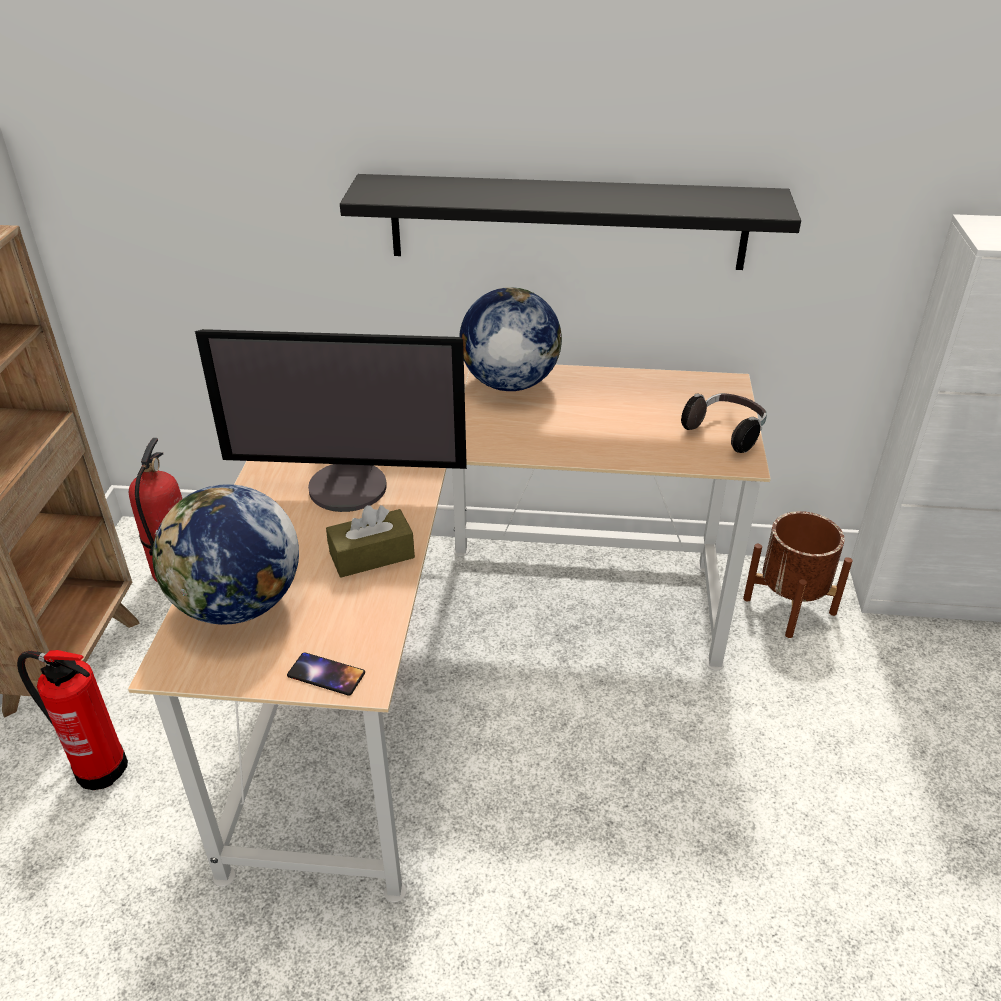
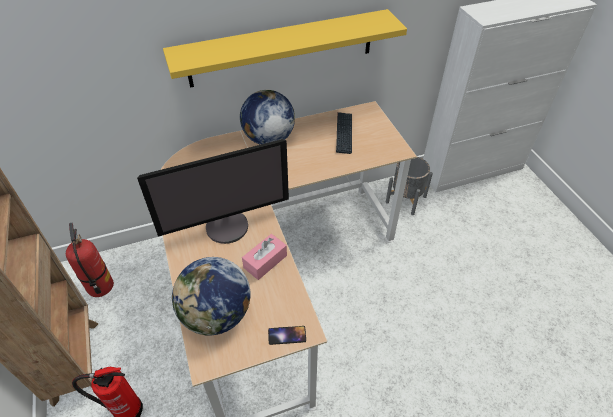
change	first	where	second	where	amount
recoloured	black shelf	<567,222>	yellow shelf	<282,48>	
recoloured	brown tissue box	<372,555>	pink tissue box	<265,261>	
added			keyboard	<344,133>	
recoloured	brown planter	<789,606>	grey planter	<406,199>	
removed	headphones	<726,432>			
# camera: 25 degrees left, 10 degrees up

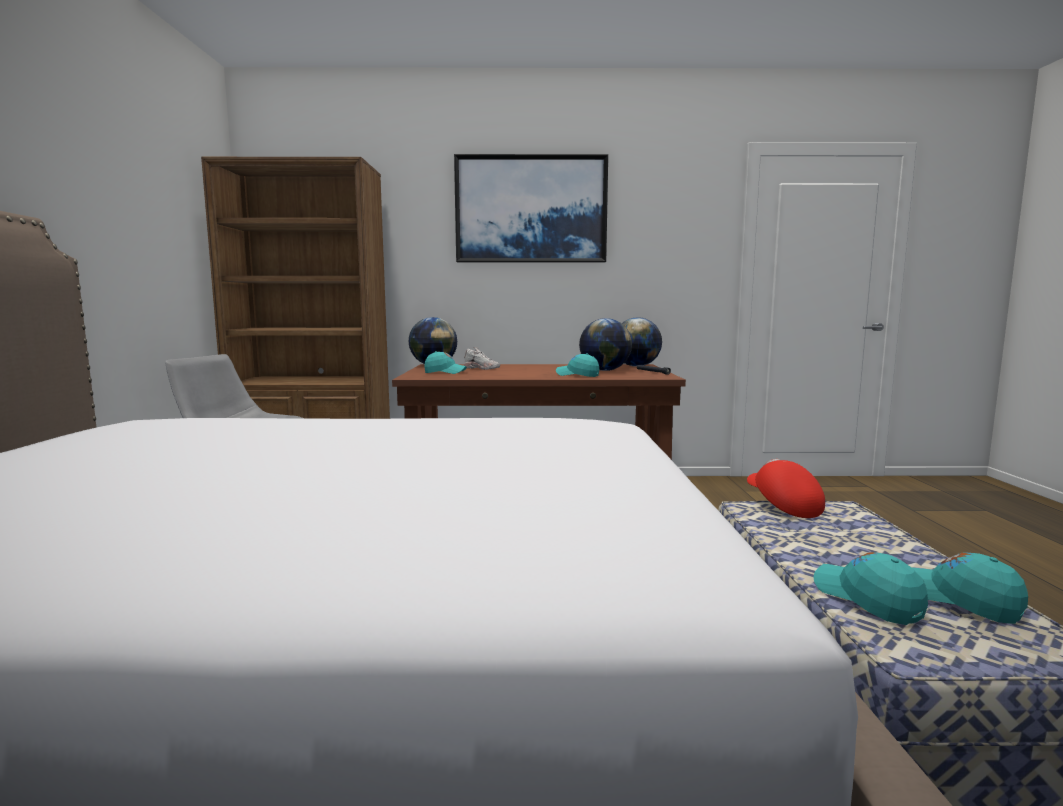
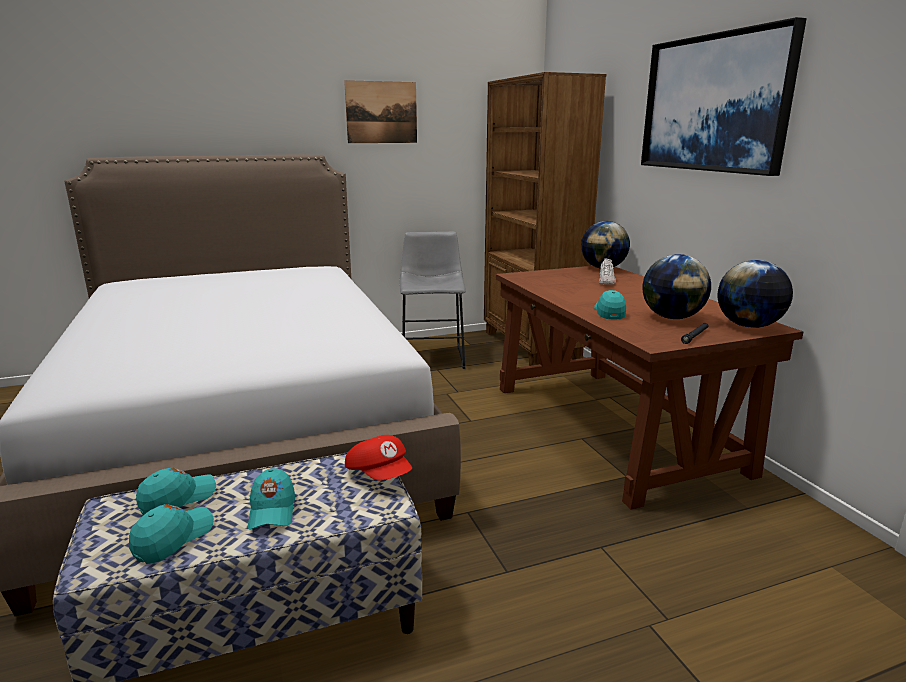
change	first	where	second	where	amount
moved	turquoise cap	<445,372>		<272,511>	
added			picture	<381,112>	
turned	red cap	<782,505>		<380,474>	90 degrees clockwise
# camera: 70 degrees right, 10 degrees up

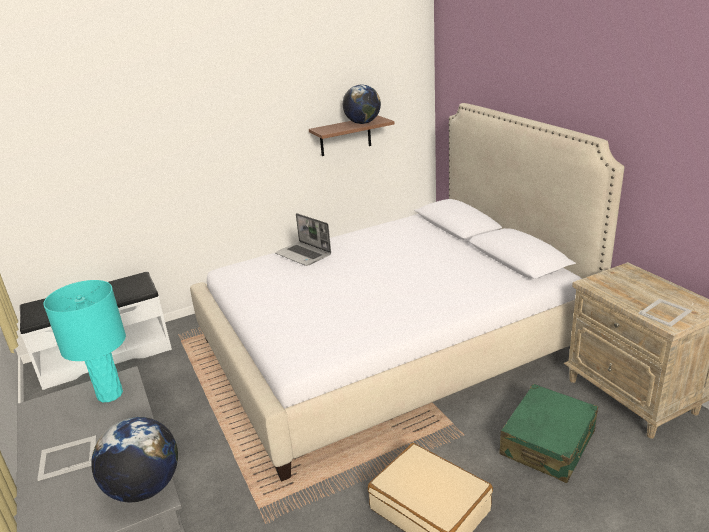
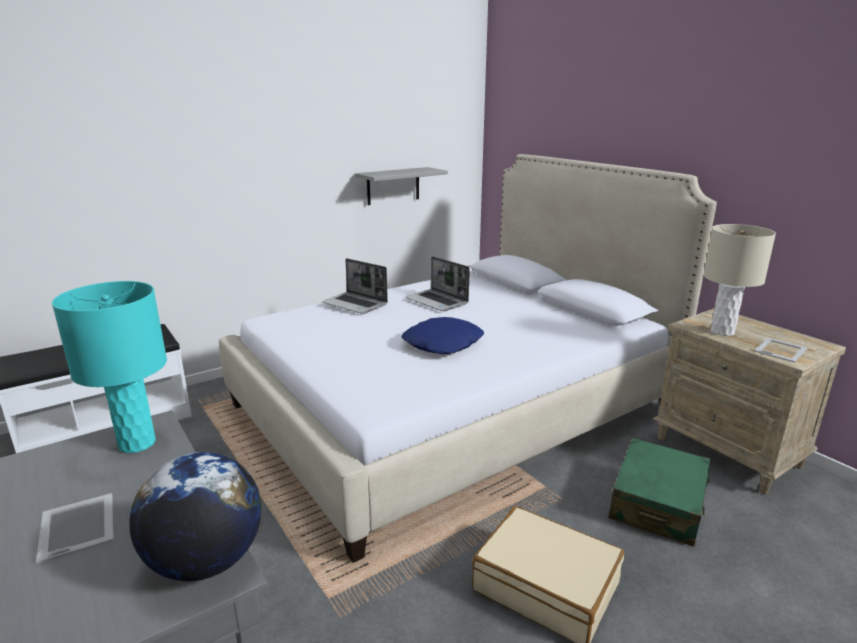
change	first	where	second	where	amount
turned	picture frame	<67,457>		<78,525>	90 degrees clockwise
recoloured	brown shelf	<345,136>	grey shelf	<393,186>	
added			blue pillow	<443,343>	
added			laptop	<437,301>	
added			beige table lamp	<722,331>	
removed	globe	<362,123>			
# camera: 10 degrees left, 5 degrees down

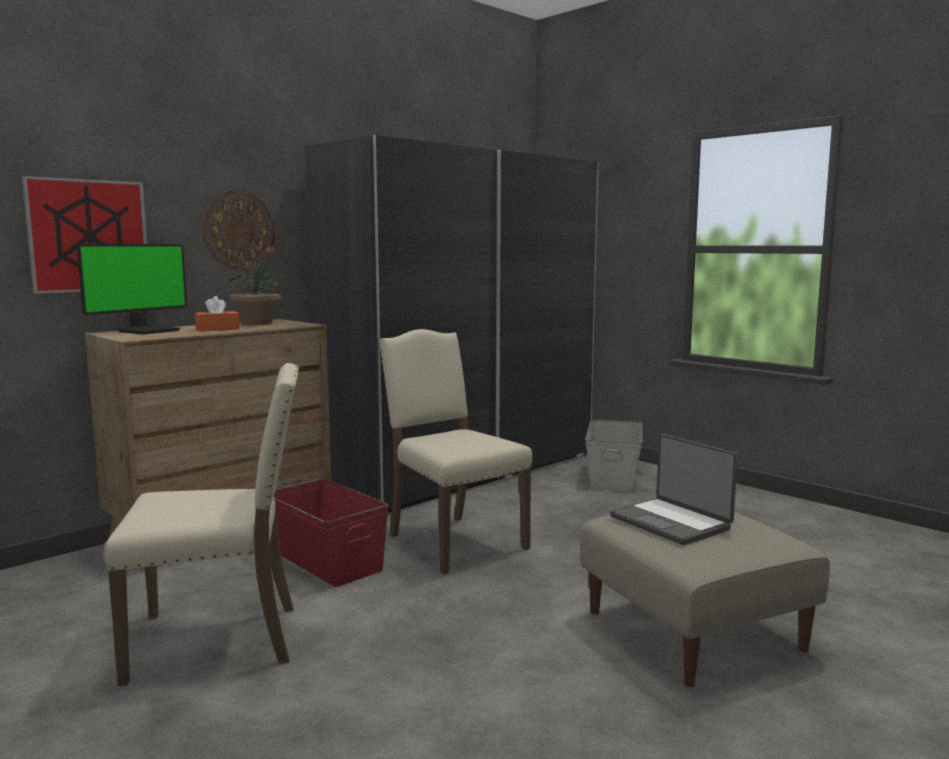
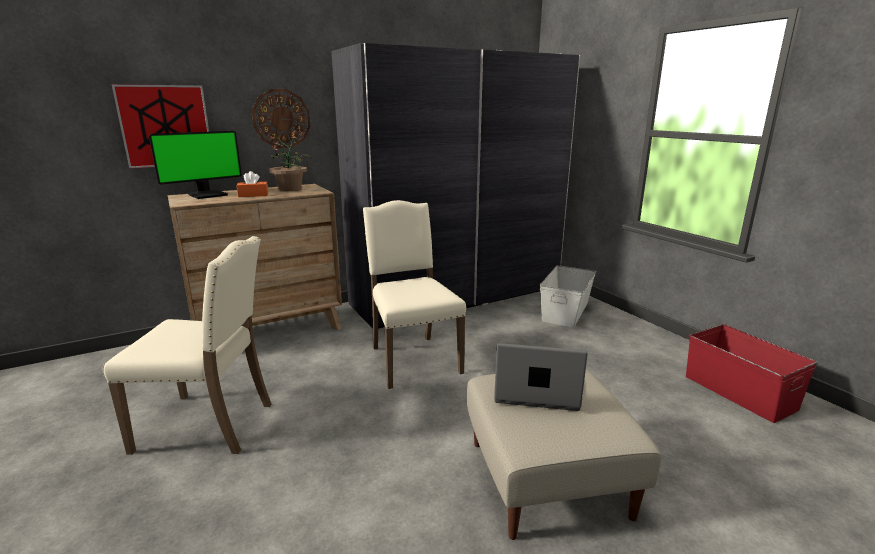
change	first	where	second	where	amount
turned	laptop	<671,522>		<535,392>	120 degrees clockwise
moved	red storage box	<327,560>		<739,392>	
# camera: 15 degrees right, 10 degrees up

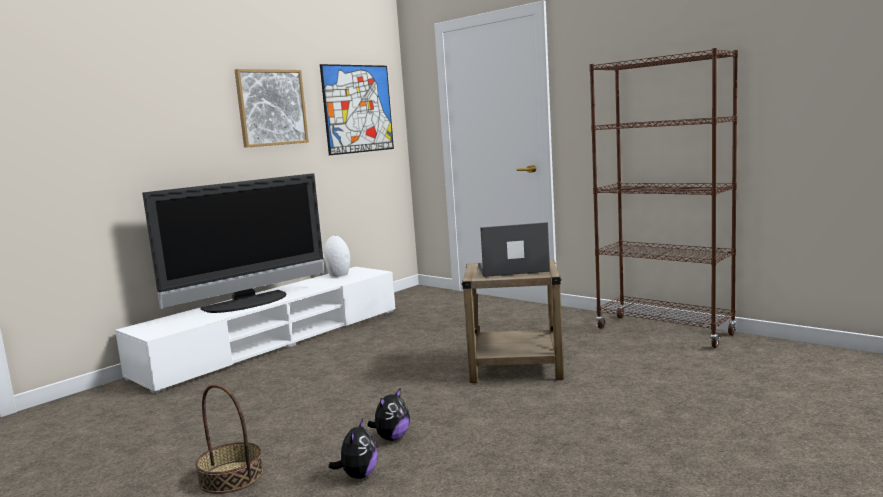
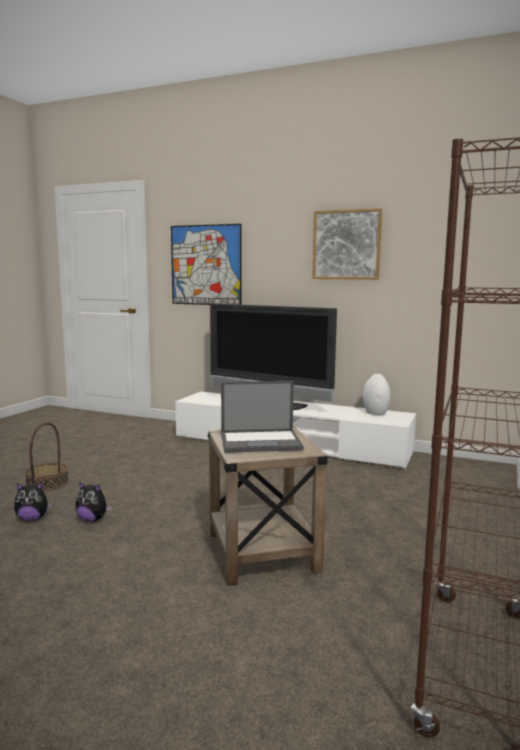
change	first	where	second	where	amount
moved	picture	<358,109>		<206,265>	
turned	laptop	<511,269>		<261,441>	105 degrees clockwise
# camera: 70 degrees right, 0 degrees up

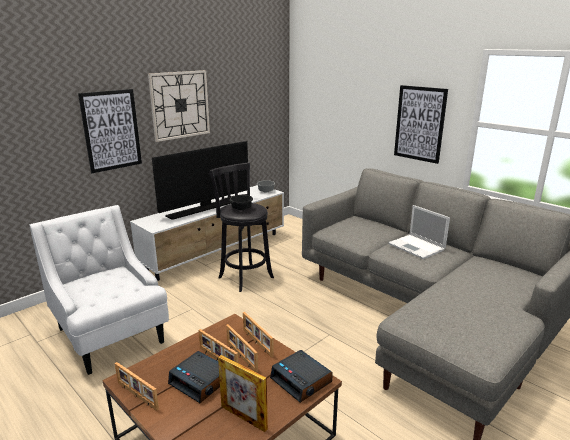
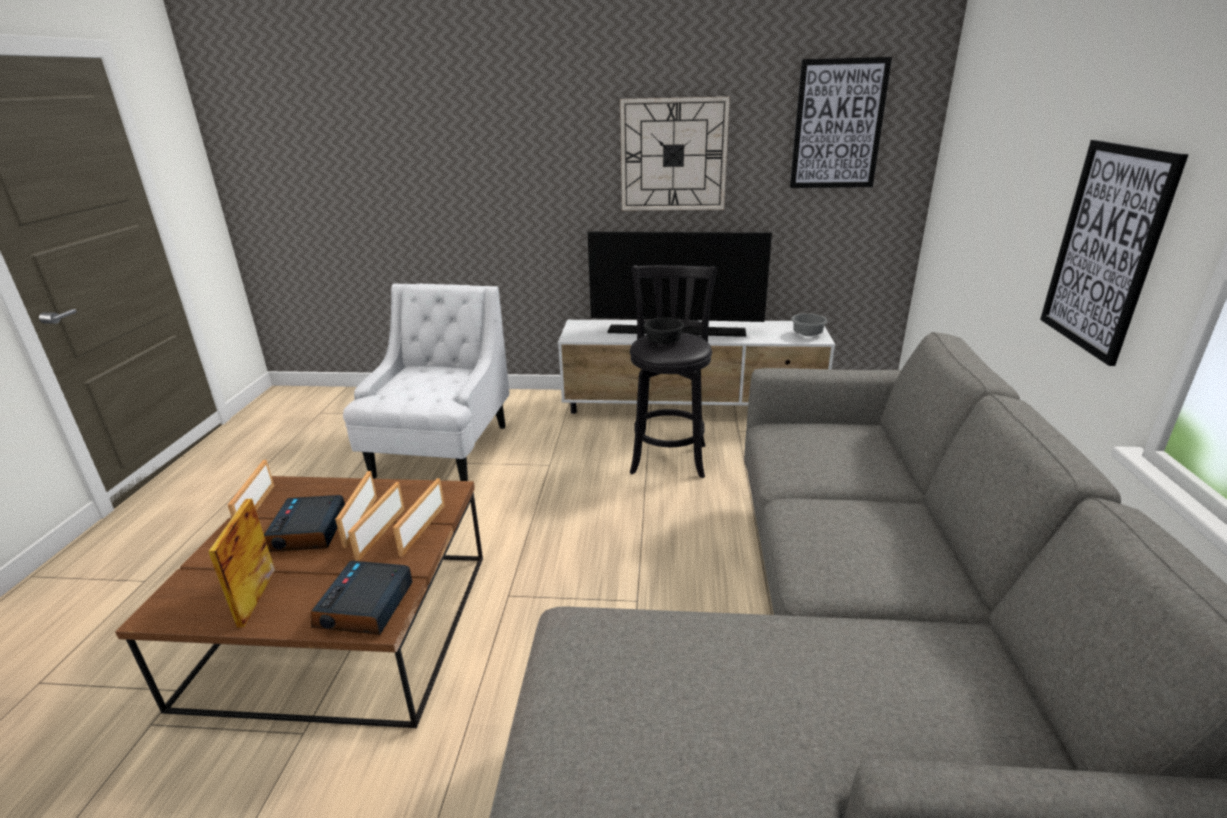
change	first	where	second	where	amount
moved	picture	<111,130>		<838,125>	
removed	laptop	<417,247>			
# camera: 50 degrees right, 5 degrees up

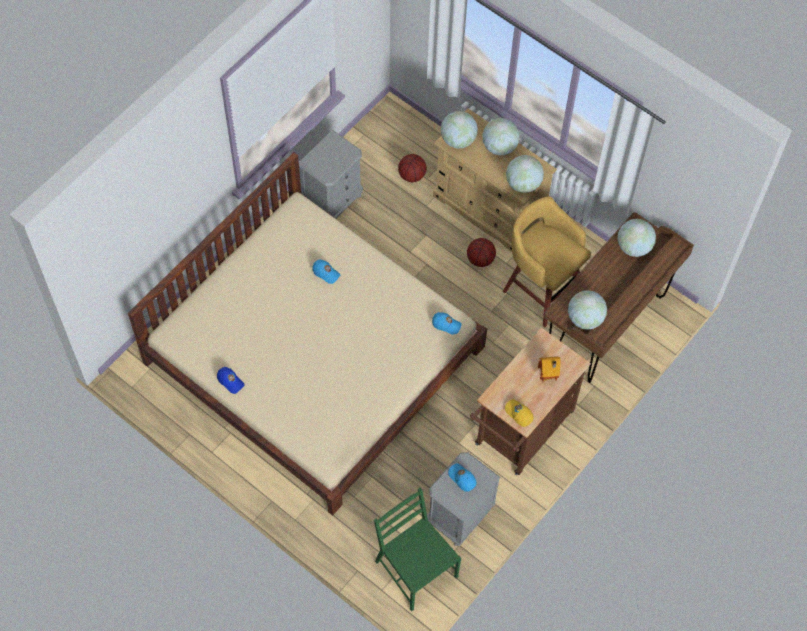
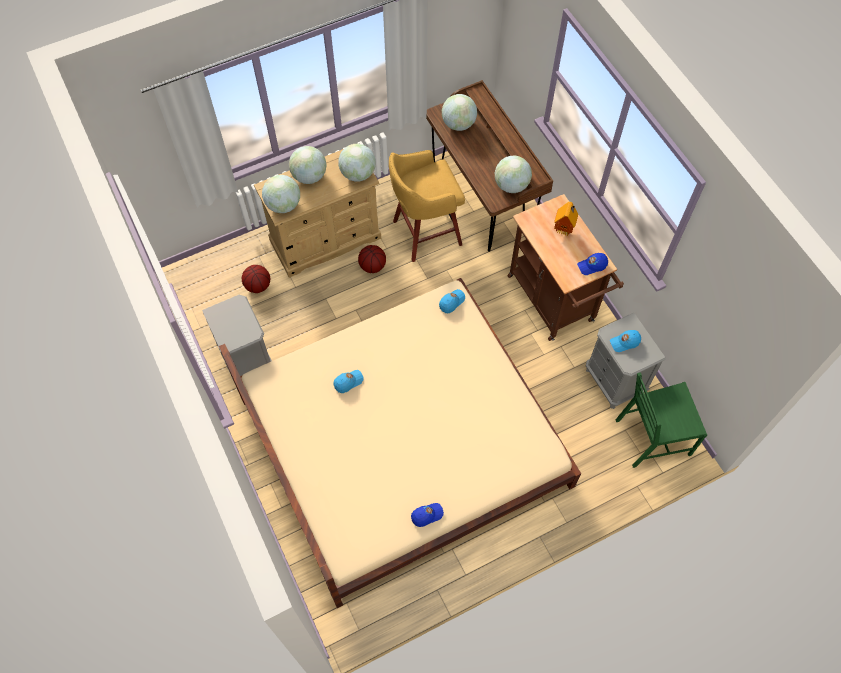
change	first	where	second	where	amount
recoloured	yellow cap	<519,414>	blue cap	<592,266>	
# camera: 65 degrees left, 0 degrees up

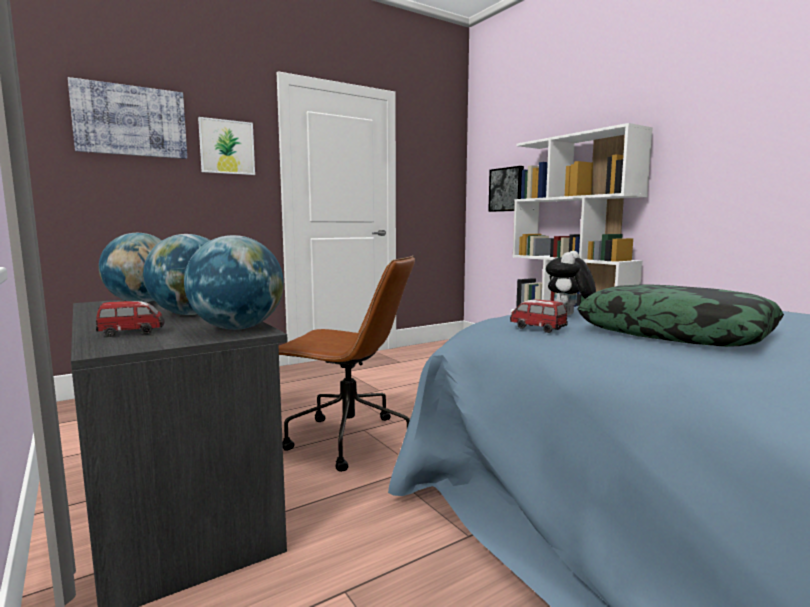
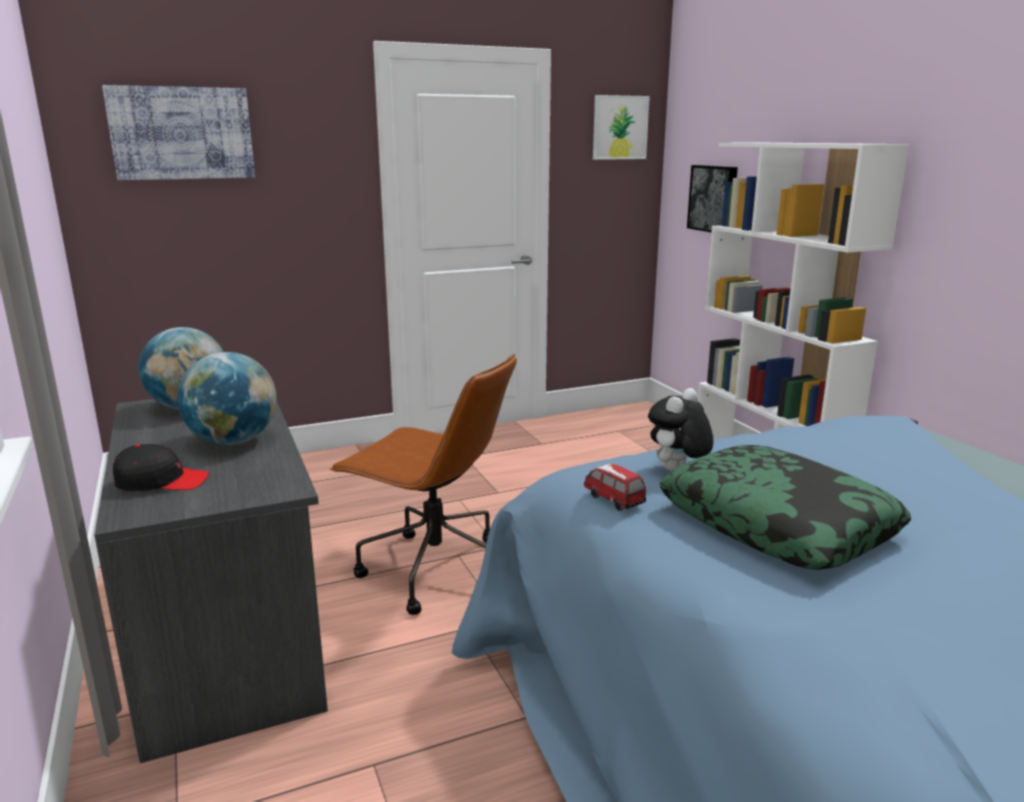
change	first	where	second	where	amount
replaced	toy car	<132,333>	black cap	<162,481>	
moved	picture	<227,147>		<620,127>	
removed	globe	<238,328>			
# camera: 10 degrees right, 10 degrees up

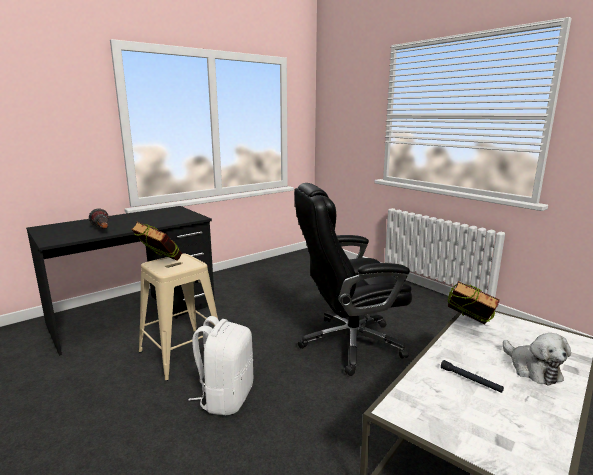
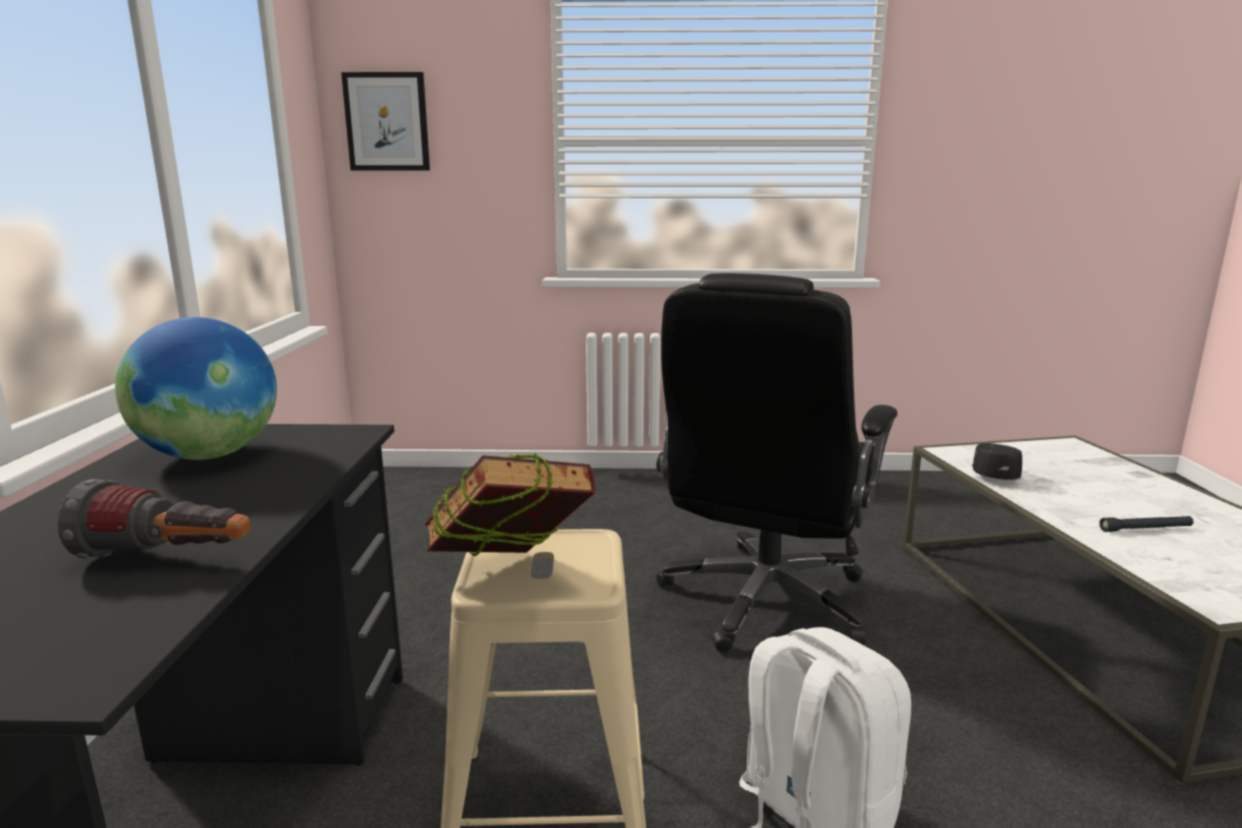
change	first	where	second	where	amount
added			globe	<209,455>	
added			picture	<387,122>	
replaced	book	<468,327>	black cap	<993,473>	
removed	plush toy	<532,369>			
# camera: 50 degrees left, 0 degrees up

